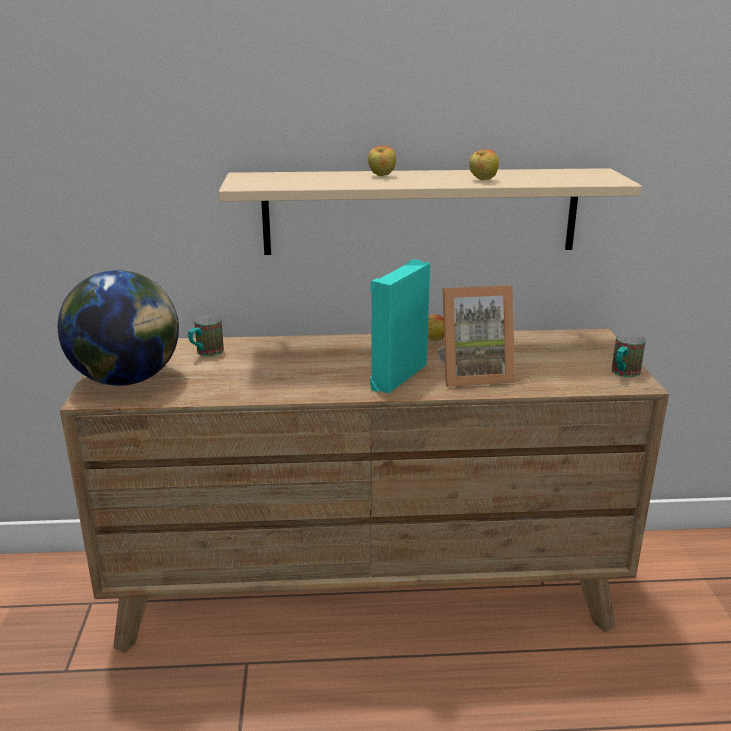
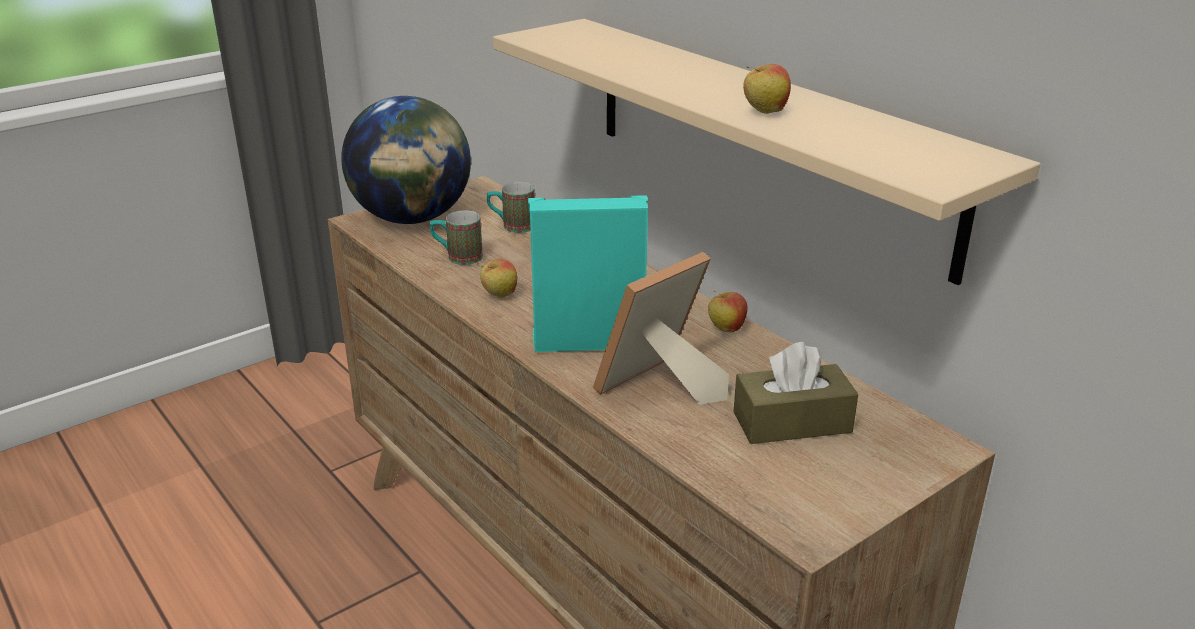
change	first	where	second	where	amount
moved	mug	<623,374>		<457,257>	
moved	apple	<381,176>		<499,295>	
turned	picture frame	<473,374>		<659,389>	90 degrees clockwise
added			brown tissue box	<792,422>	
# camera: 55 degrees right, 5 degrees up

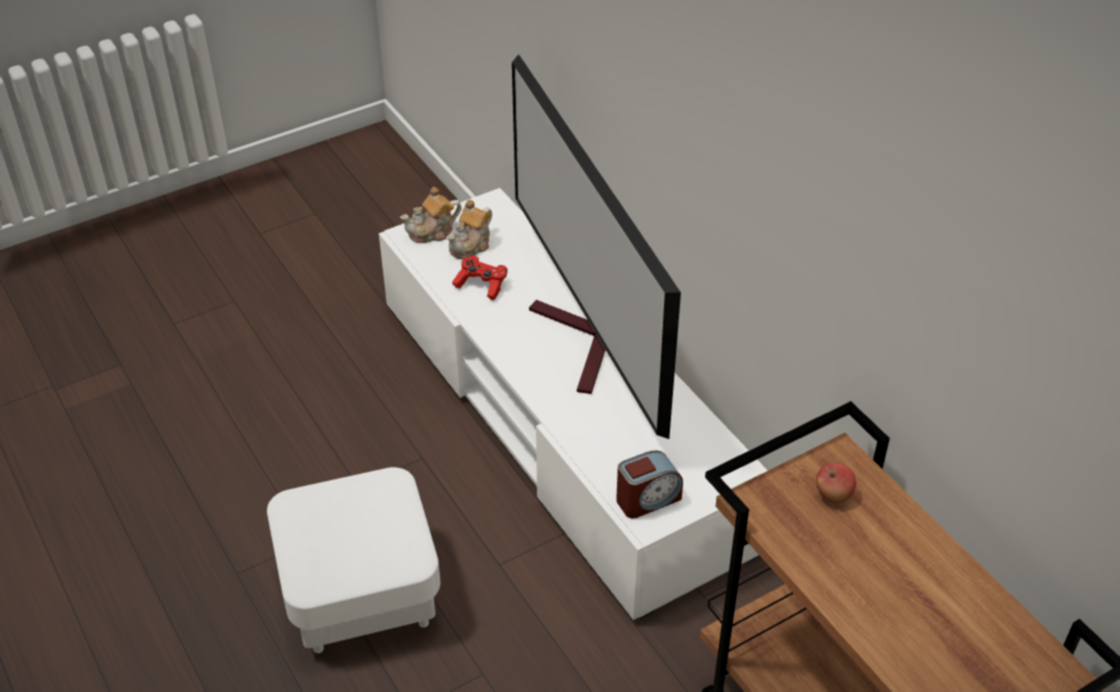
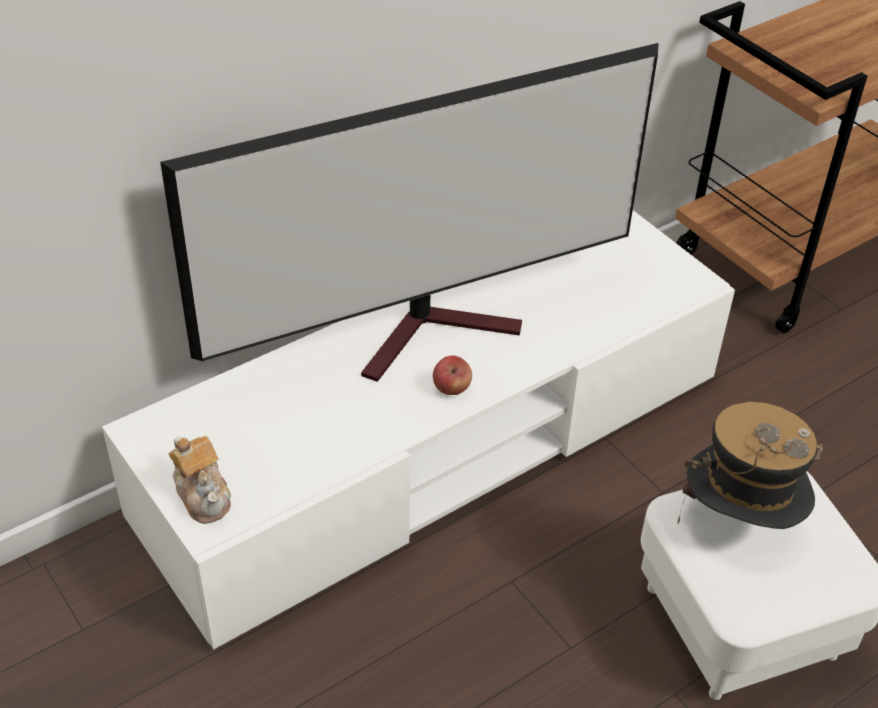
change	first	where	second	where	amount
moved	apple	<833,495>		<451,389>	
added			hat	<738,524>	
removed	teapot	<471,245>			
removed	red game controller	<481,285>			
removed	alarm clock	<647,499>			
# camera: 95 degrees left, 0 degrees up

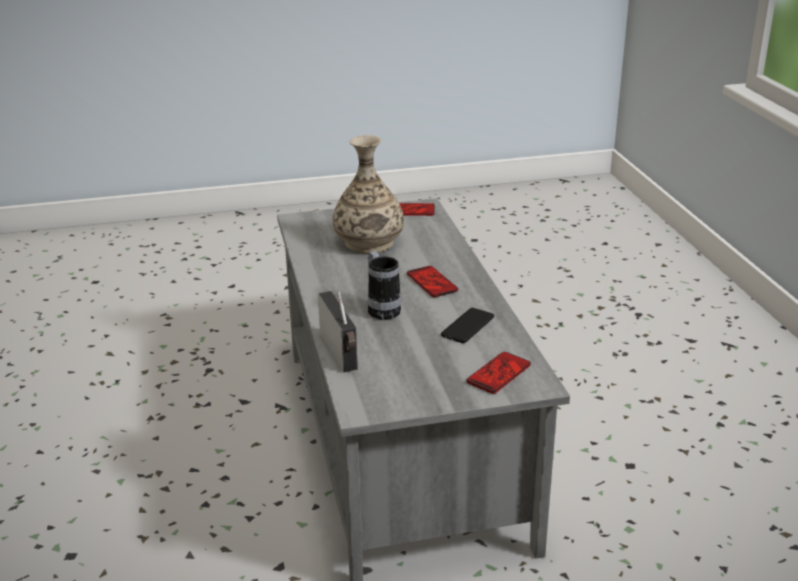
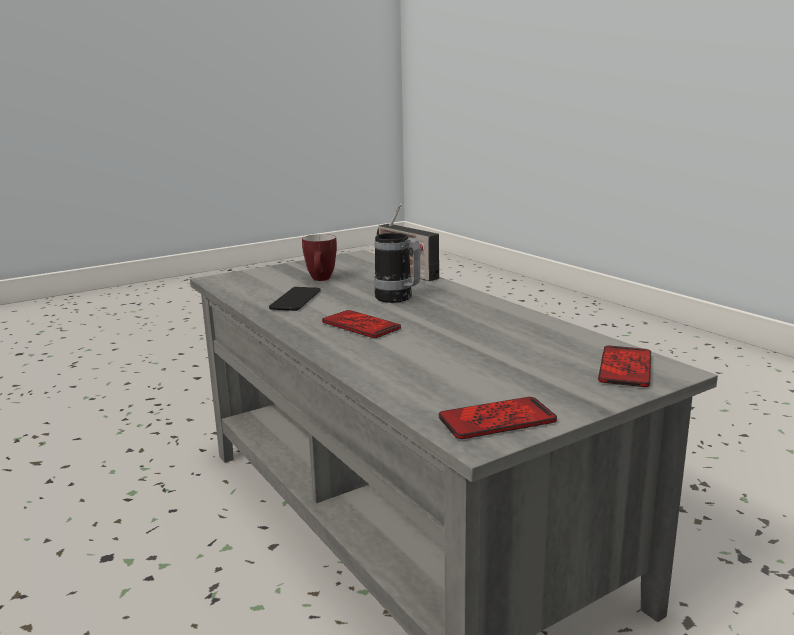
change	first	where	second	where	amount
added			mug	<321,280>	
moved	phone	<498,374>		<625,368>	
removed	vase	<368,242>			
# camera: 160 degrees right, 10 degrees down

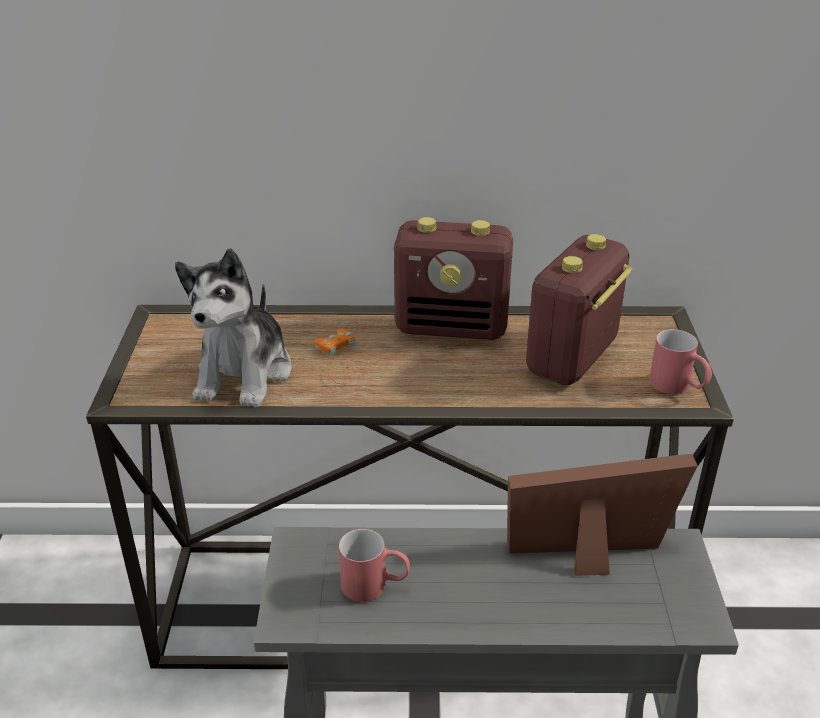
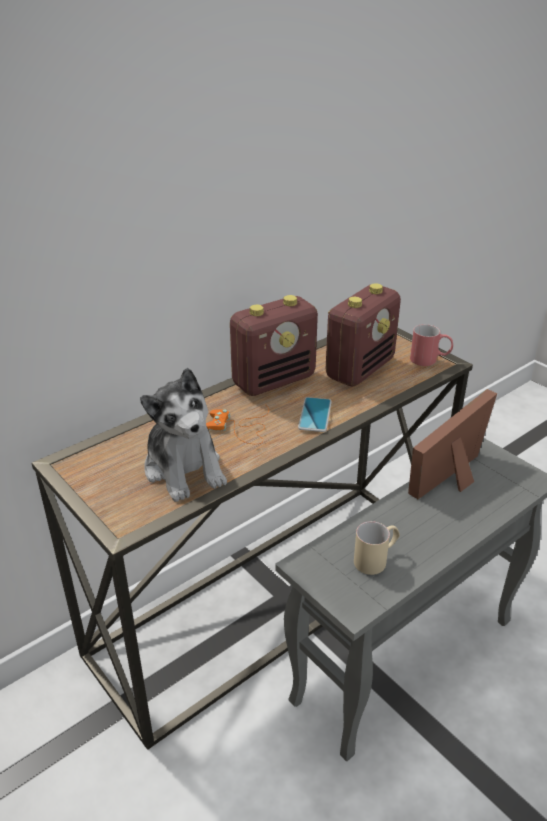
change	first	where	second	where	amount
added			phone	<315,415>	
turned	radio	<572,358>		<360,369>	135 degrees counterclockwise
recoloured	red mug	<375,586>	beige mug	<376,559>	
# camera: 40 degrees left, 0 degrees up

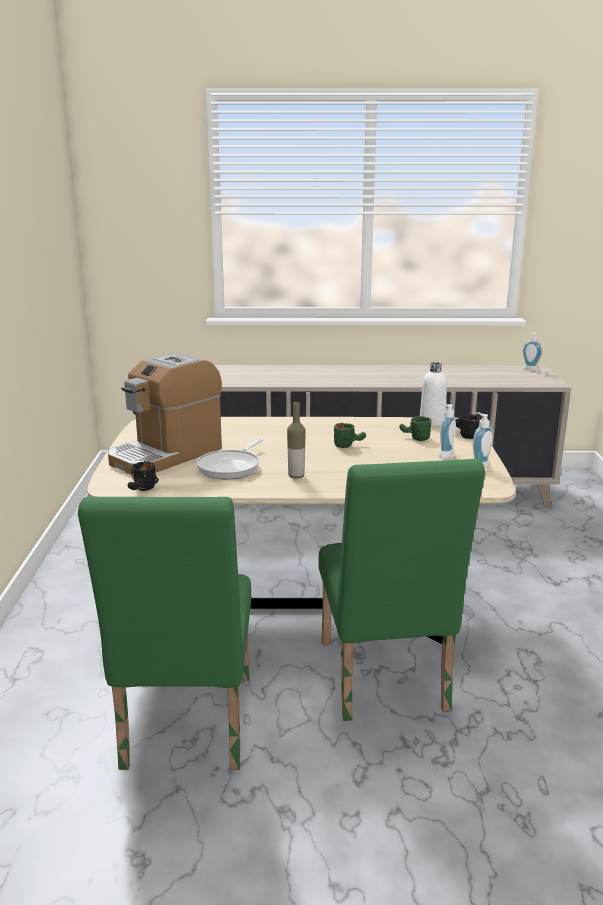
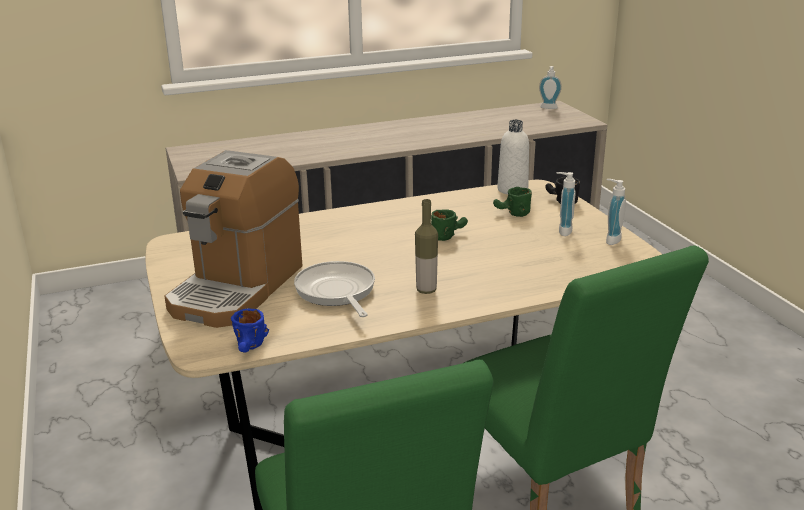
change	first	where	second	where	amount
recoloured	black mug	<142,490>	blue mug	<250,348>	
turned	frying pan	<231,467>		<336,292>	150 degrees clockwise
# camera: 20 degrees left, 5 degrees up

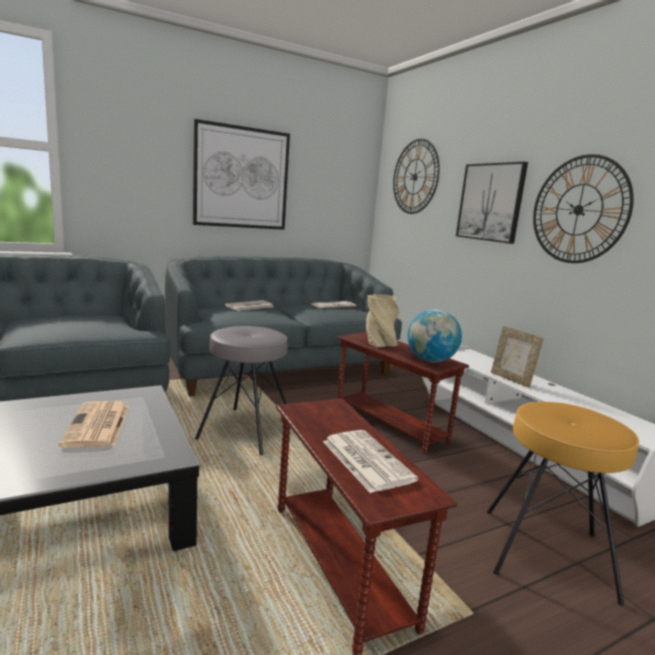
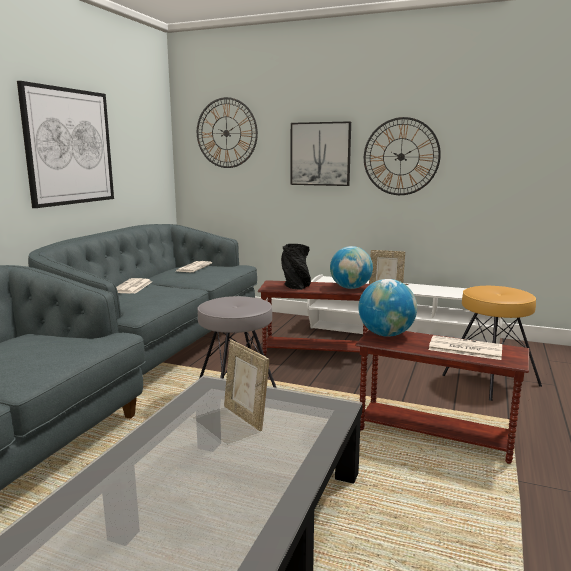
change	first	where	second	where	amount
replaced	newspaper	<98,425>	picture frame	<246,417>	
recoloured	beige vase	<379,343>	black vase	<295,286>	
added			globe	<386,334>	
# camera: 40 degrees left, 0 degrees up

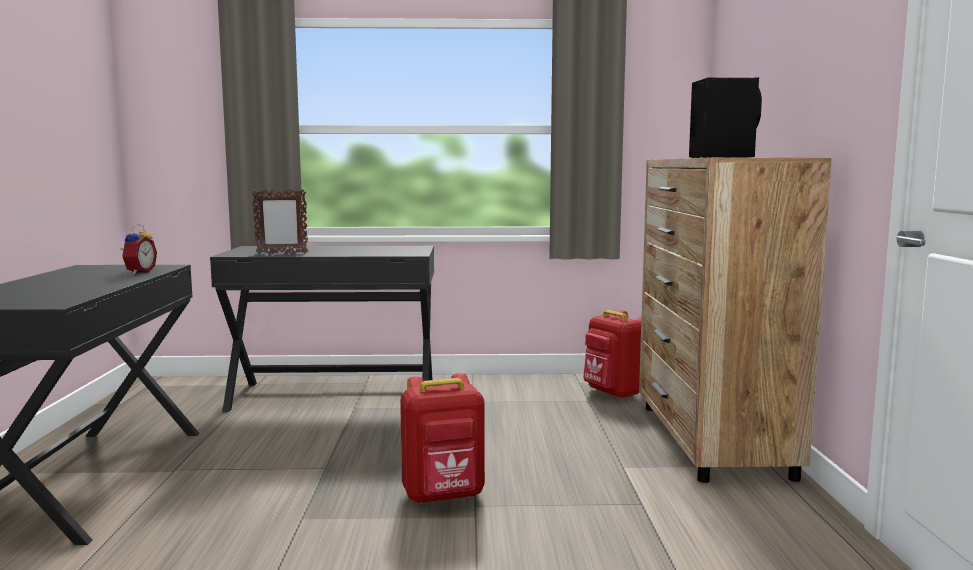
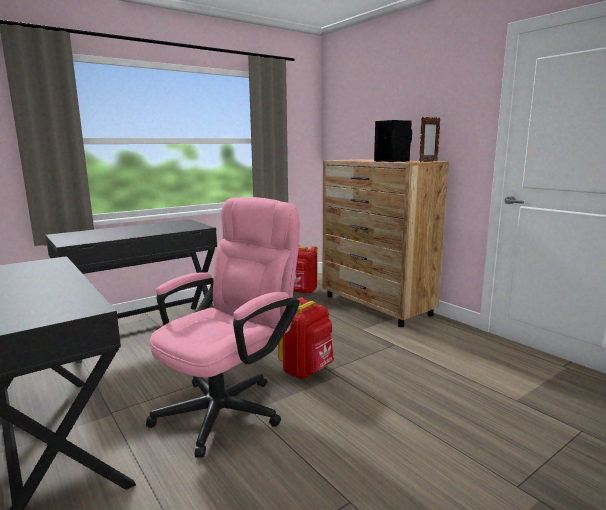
change	first	where	second	where	amount
added			pink office chair	<229,406>	
moved	picture frame	<281,253>		<428,162>	
removed	alarm clock	<138,272>			
# camera: 35 degrees left, 5 degrees up

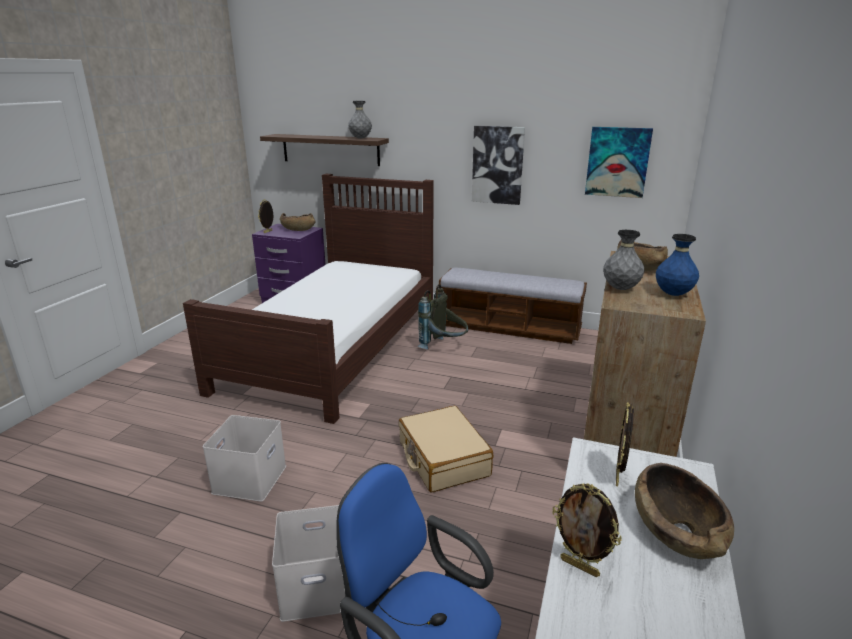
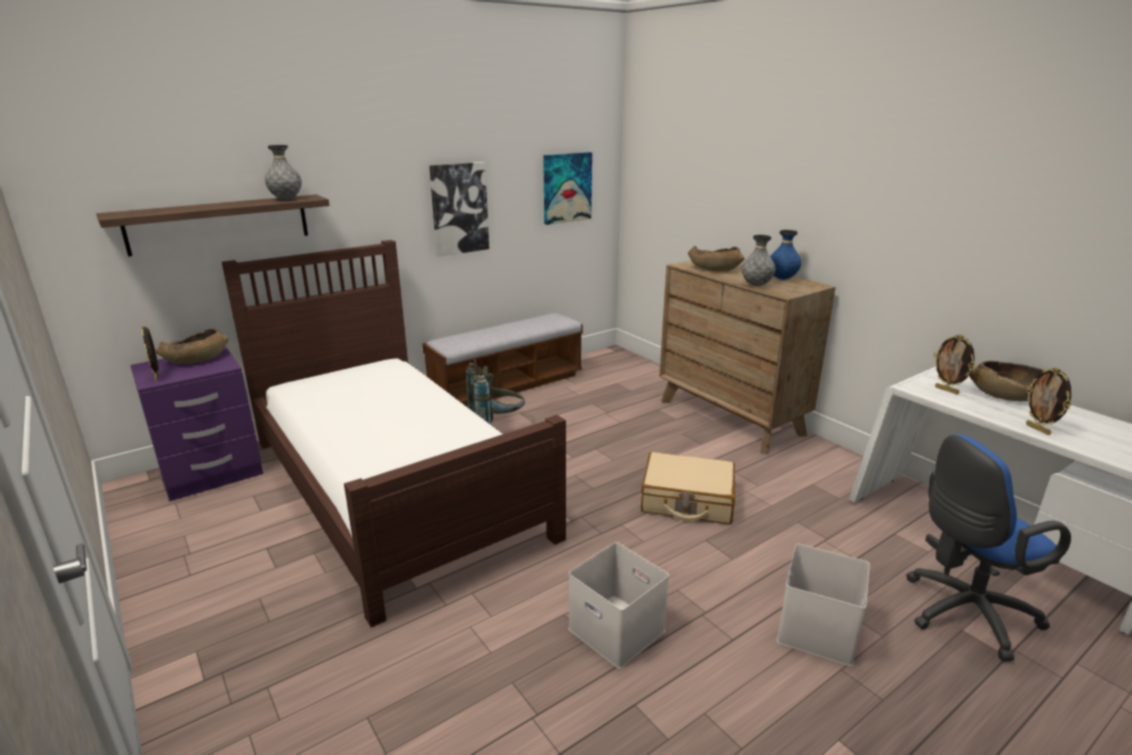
change	first	where	second	where	amount
turned	picture frame	<580,566>		<1038,429>	90 degrees clockwise
# camera: 55 degrees left, 0 degrees up

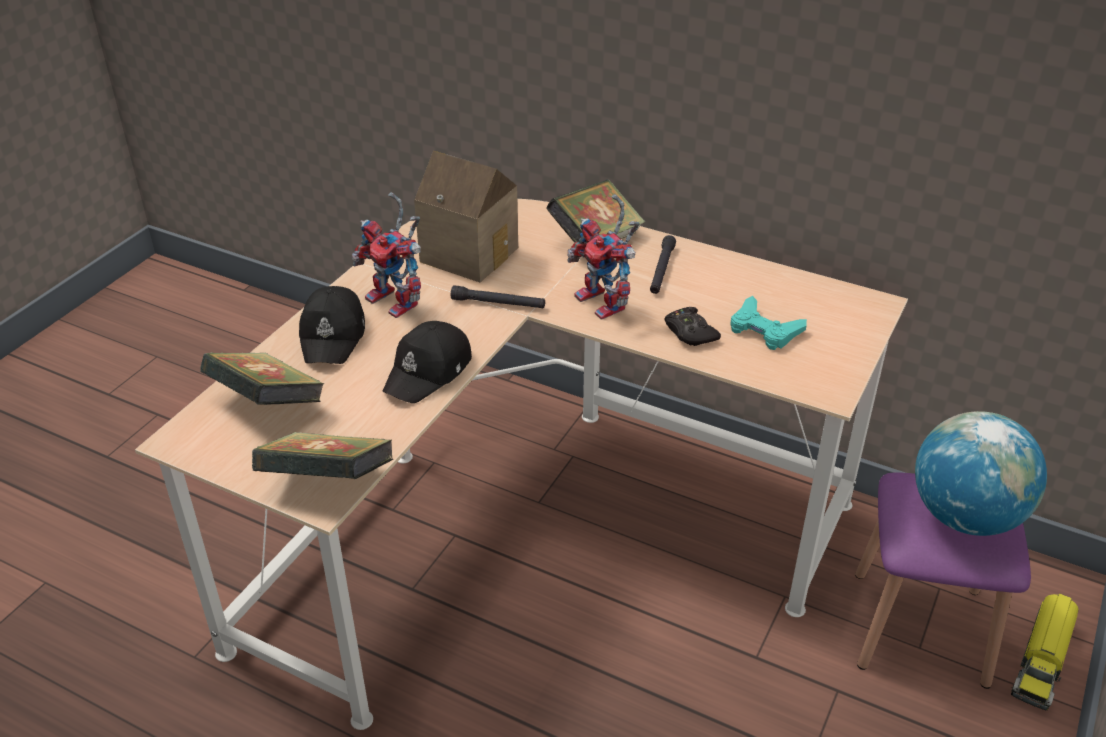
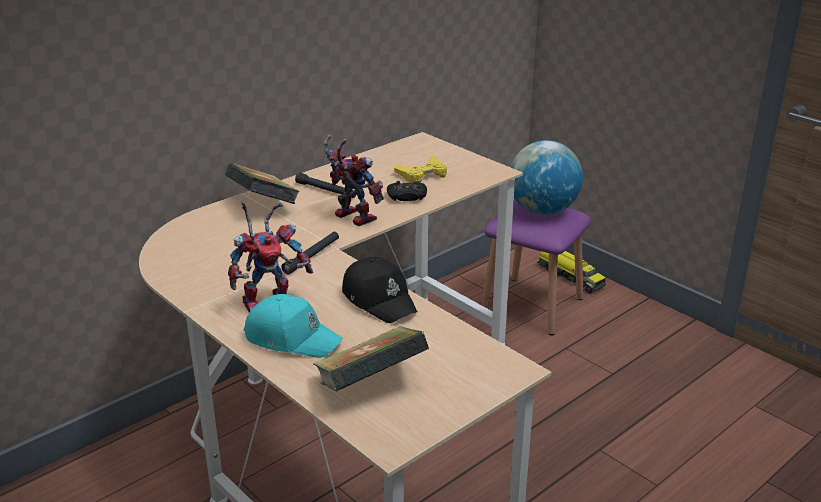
change	first	where	second	where	amount
recoloured	black cap	<334,335>	turquoise cap	<292,338>	
turned	toy robot	<606,304>		<350,217>	120 degrees counterclockwise
recoloured	turquoise game controller	<764,330>	yellow game controller	<422,175>	
removed	book	<328,482>			
removed	toy house	<471,252>			
# camera: 70 degrees left, 10 degrees down

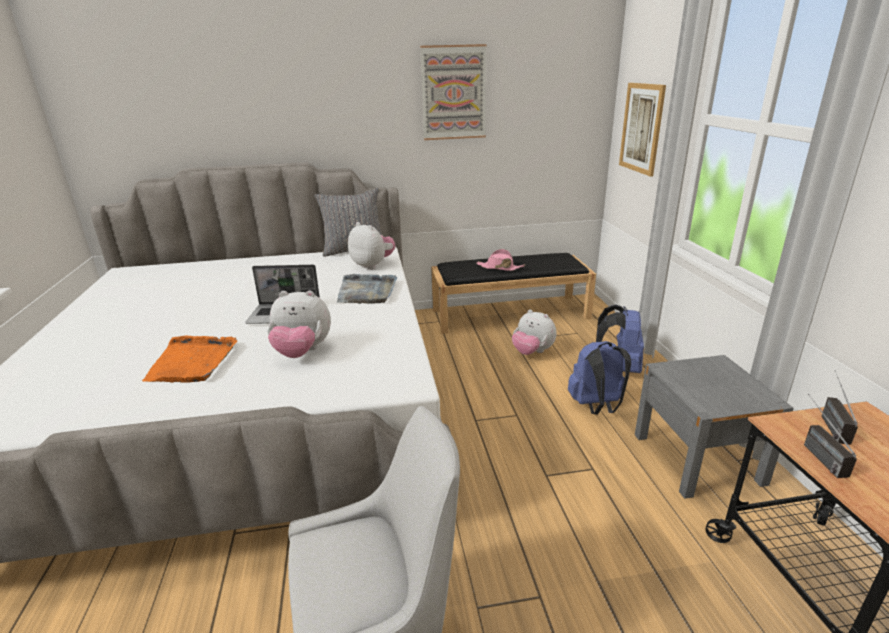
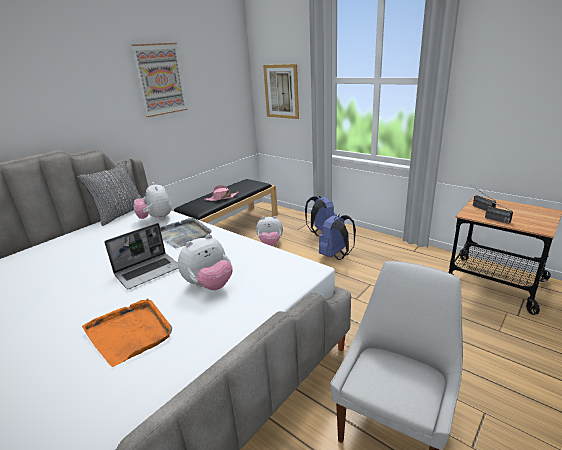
change	first	where	second	where	amount
turned	plush toy	<373,265>		<156,219>	120 degrees counterclockwise
removed	grey nightstand	<697,458>			
# camera: 40 degrees left, 0 degrees up

